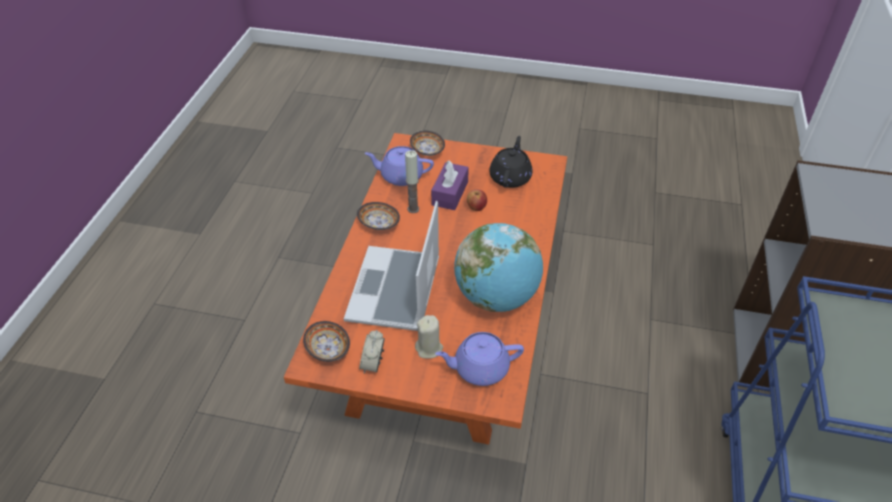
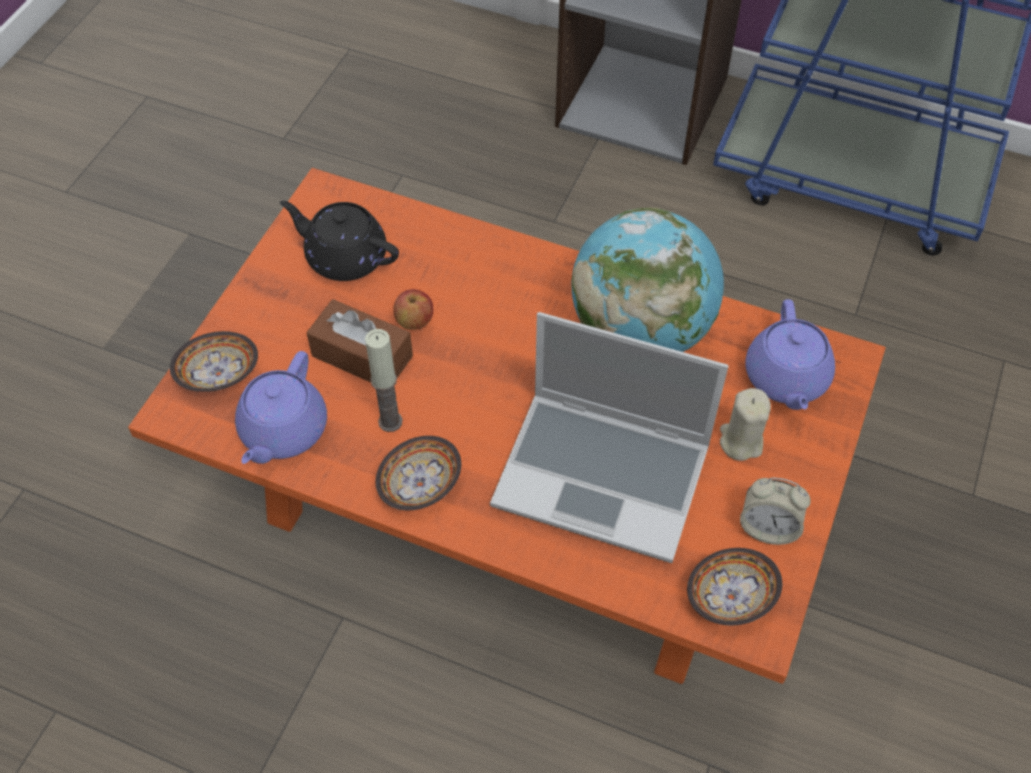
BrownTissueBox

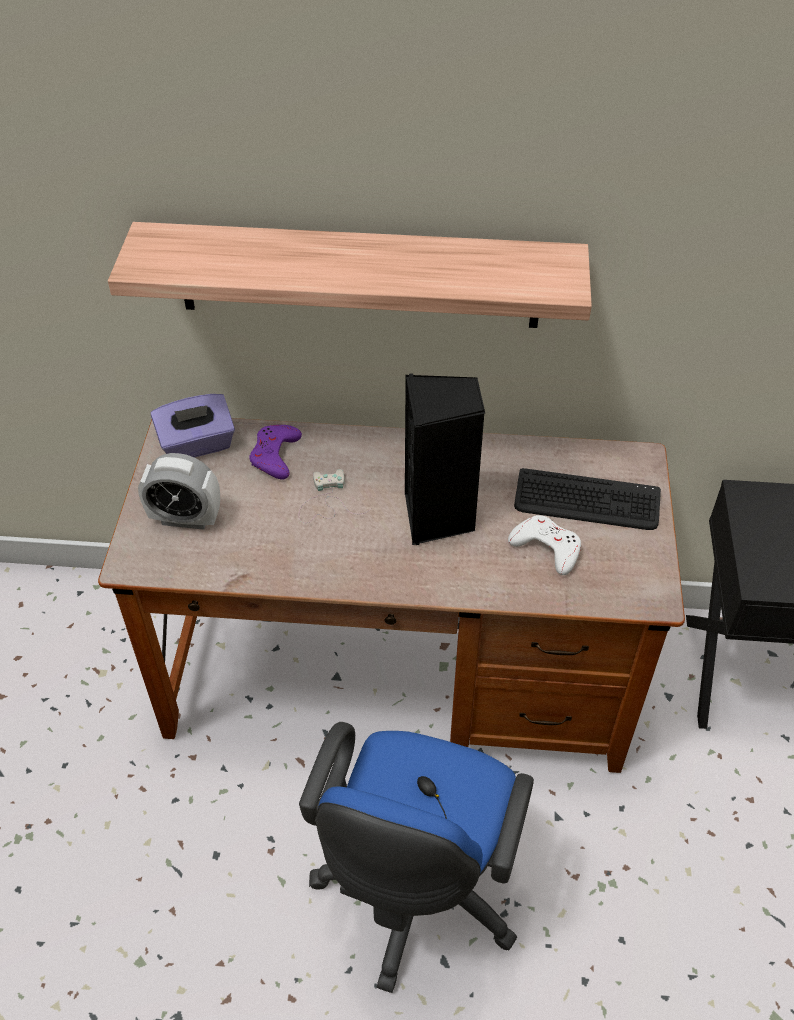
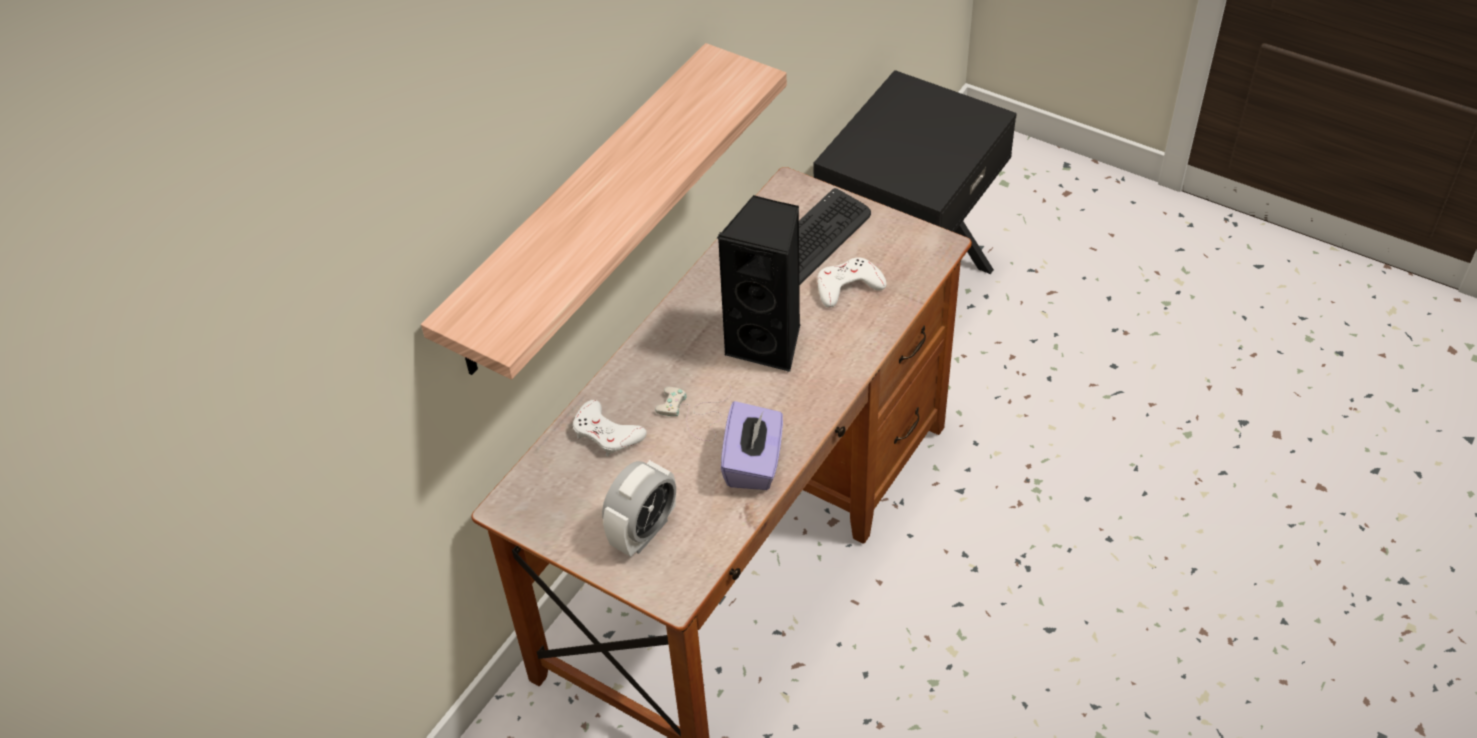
PurpleTissueBox
WhiteGameController (no. 1 from left)
BlueOfficeChair

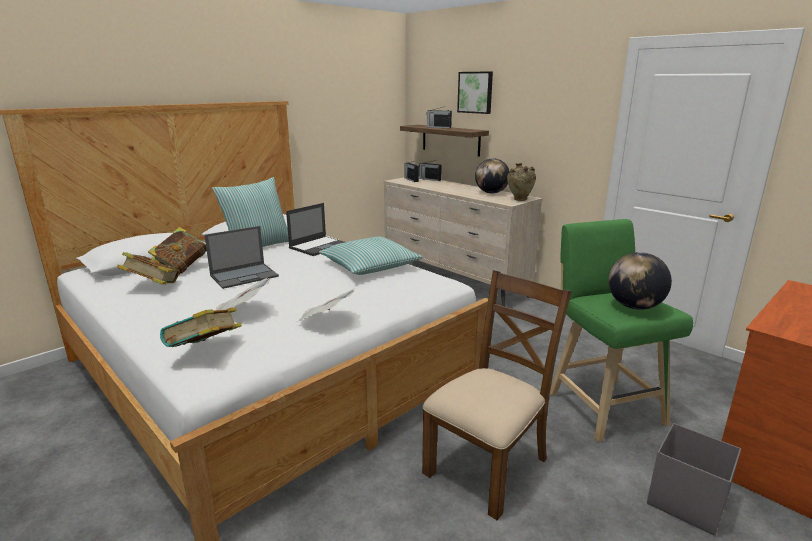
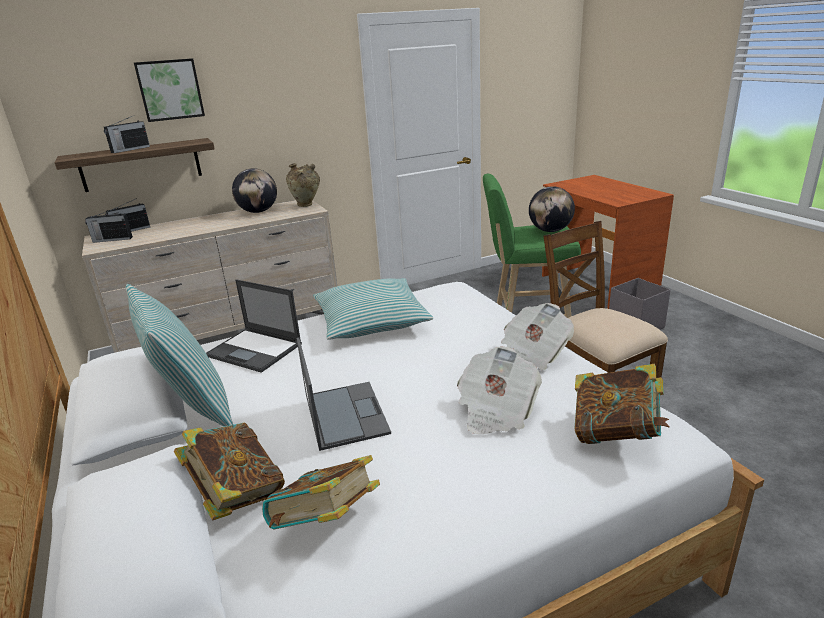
Laptop (no. 1 from left)

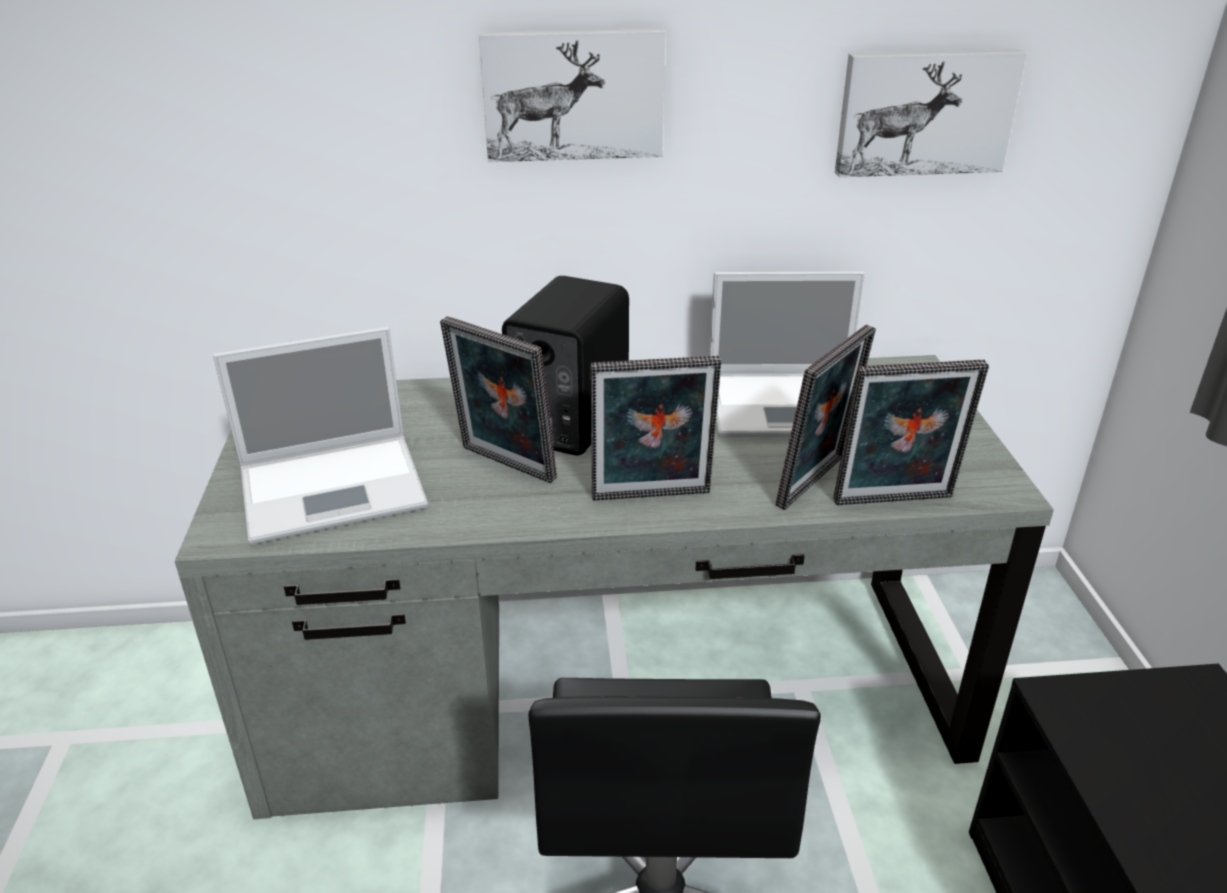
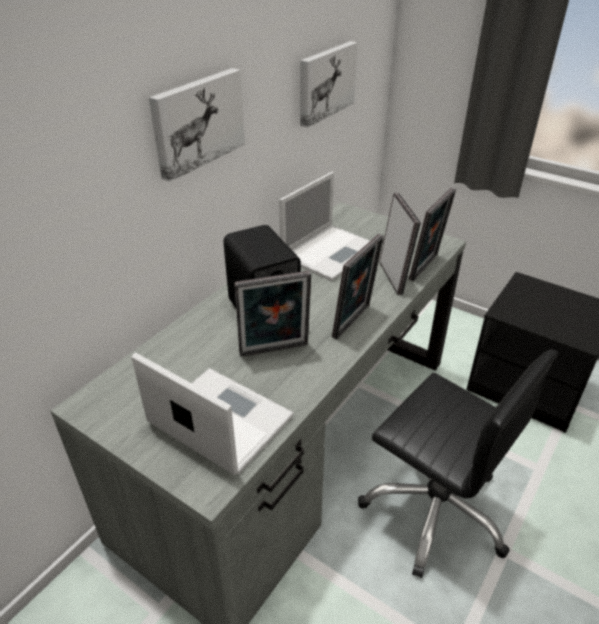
Laptop (no. 1 from left)

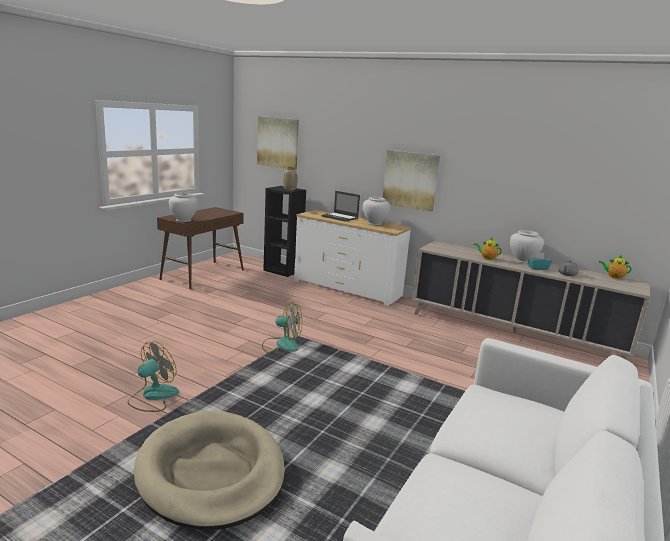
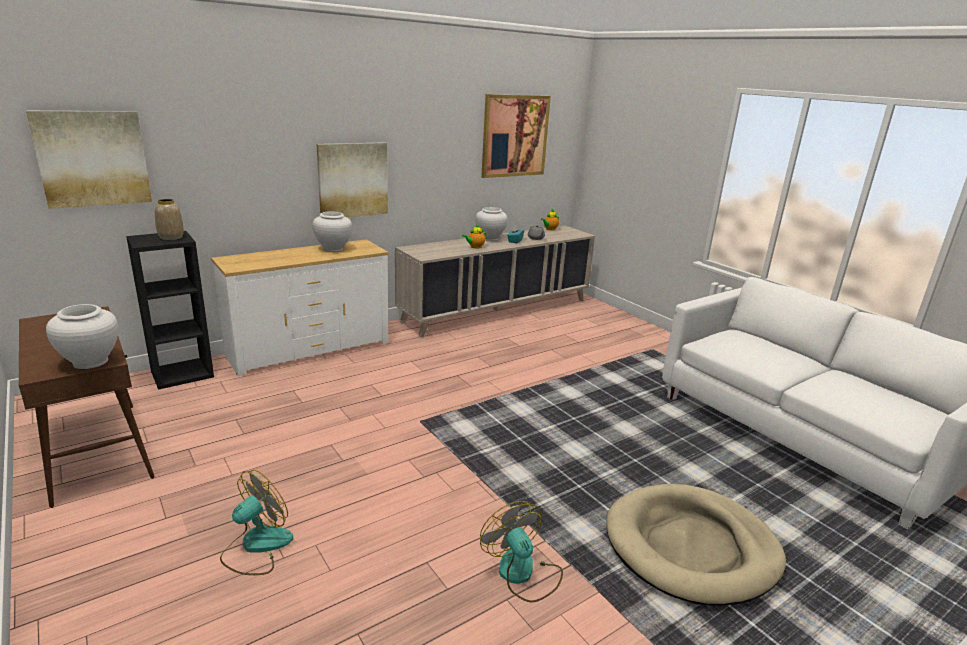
Fan (no. 1 from left)
Laptop
Picture (no. 3 from left)

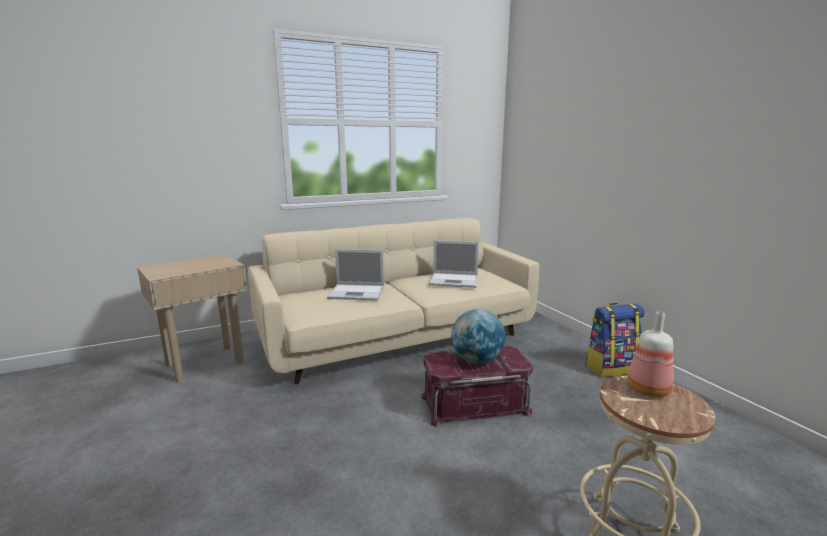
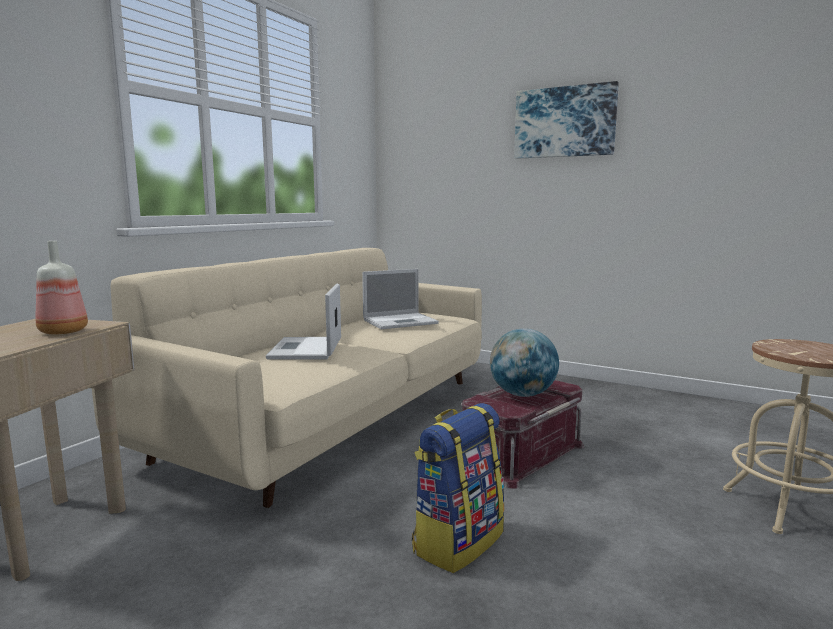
Laptop (no. 1 from left)
Backpack
Bottle
Picture

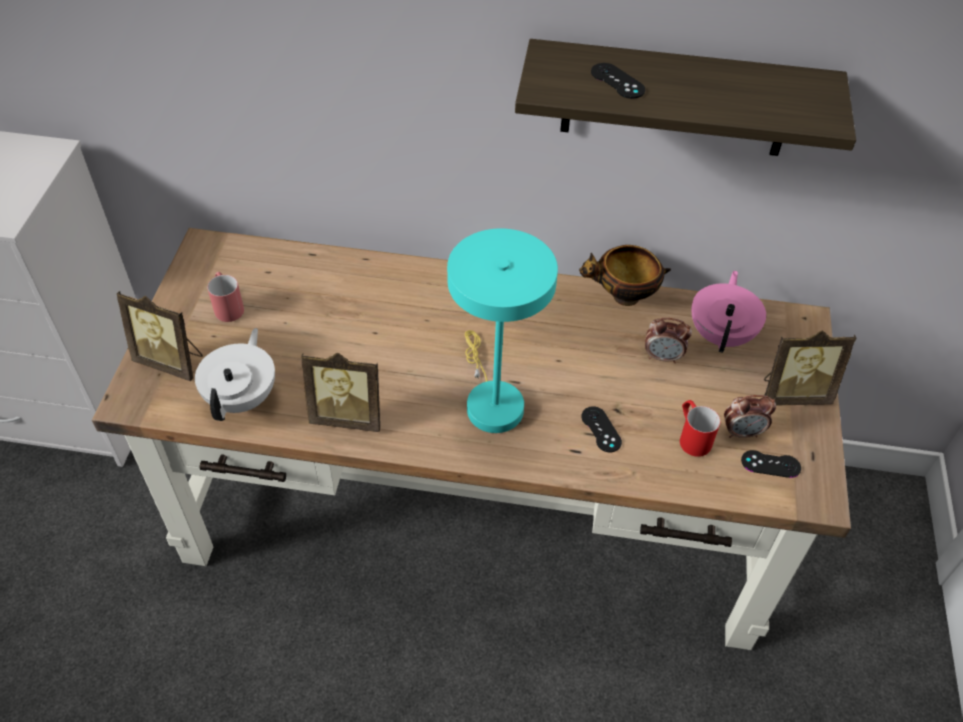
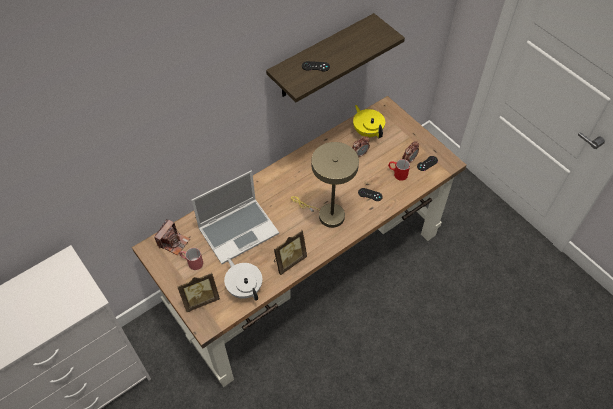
BeigeTableLamp
Bowl
YellowTeapot
PictureFrame (no. 3 from left in the first image)
PhotoCamera
Laptop

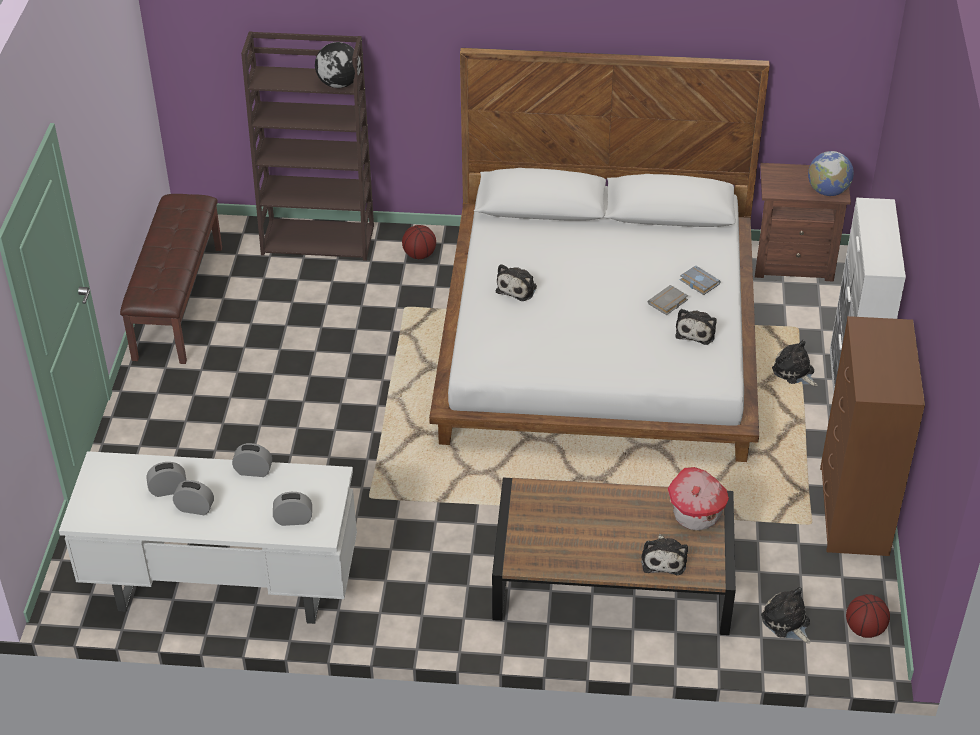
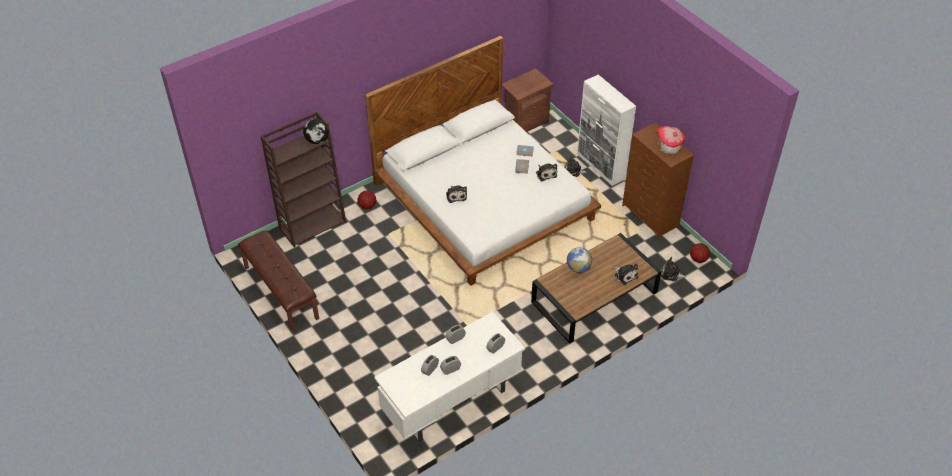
ToyHouse
Globe (no. 2 from left)

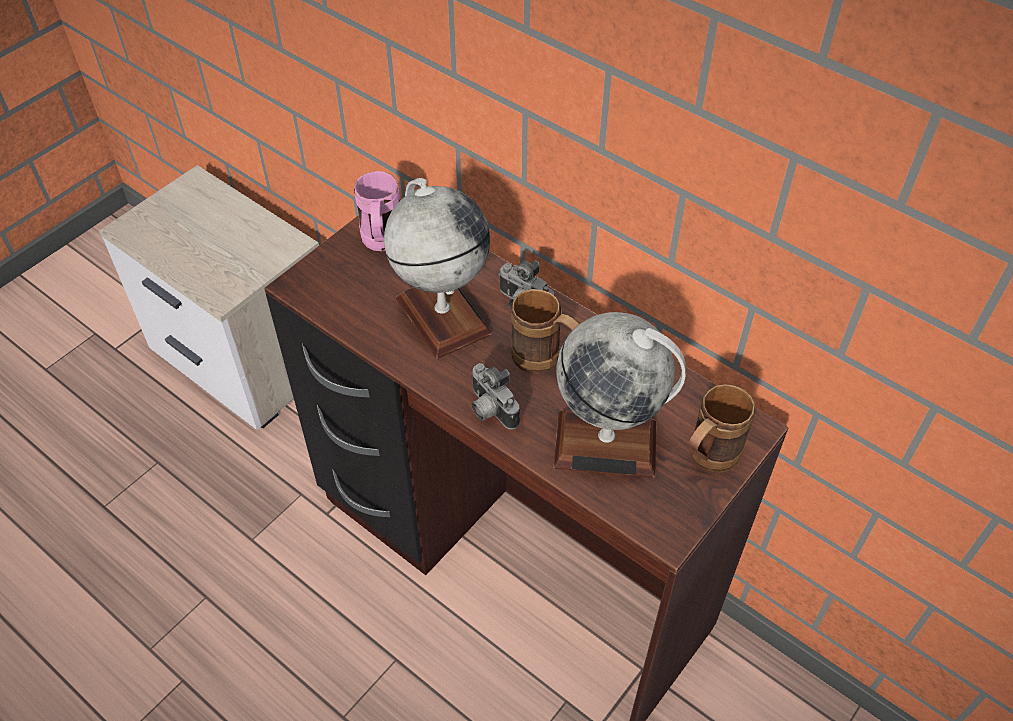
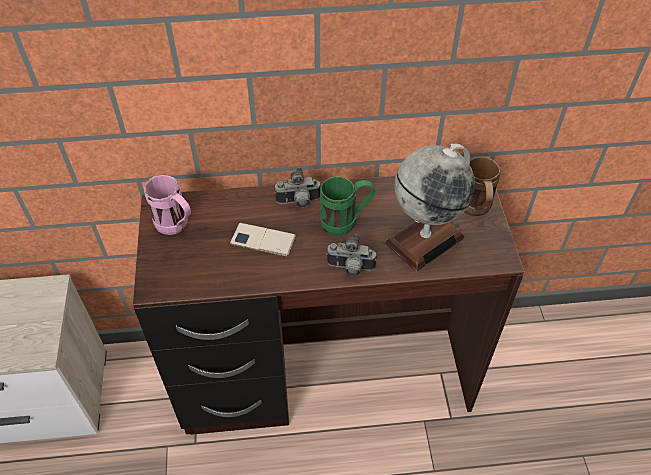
Phone
GreenMug

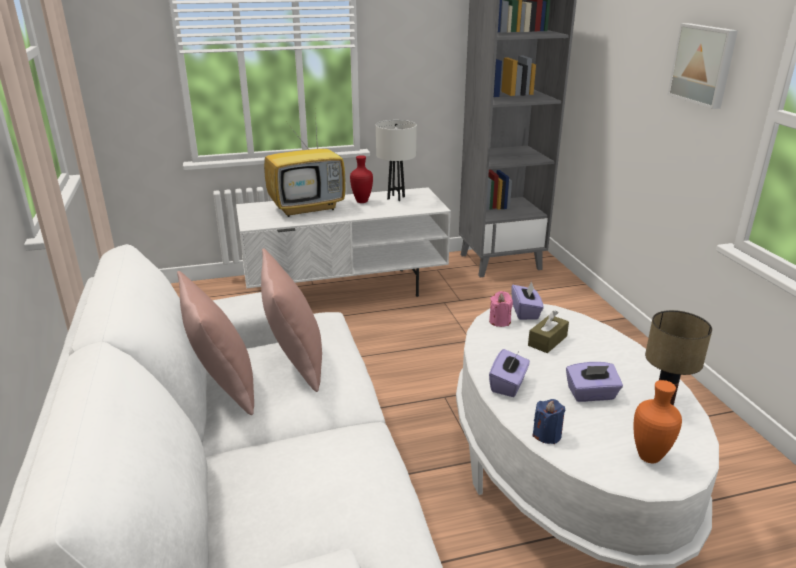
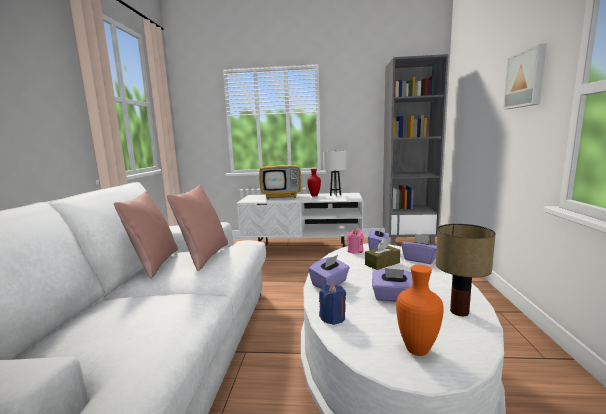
PurpleTissueBox (no. 4 from left)

